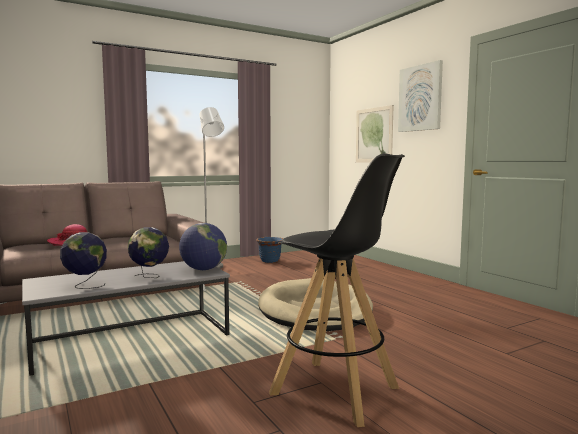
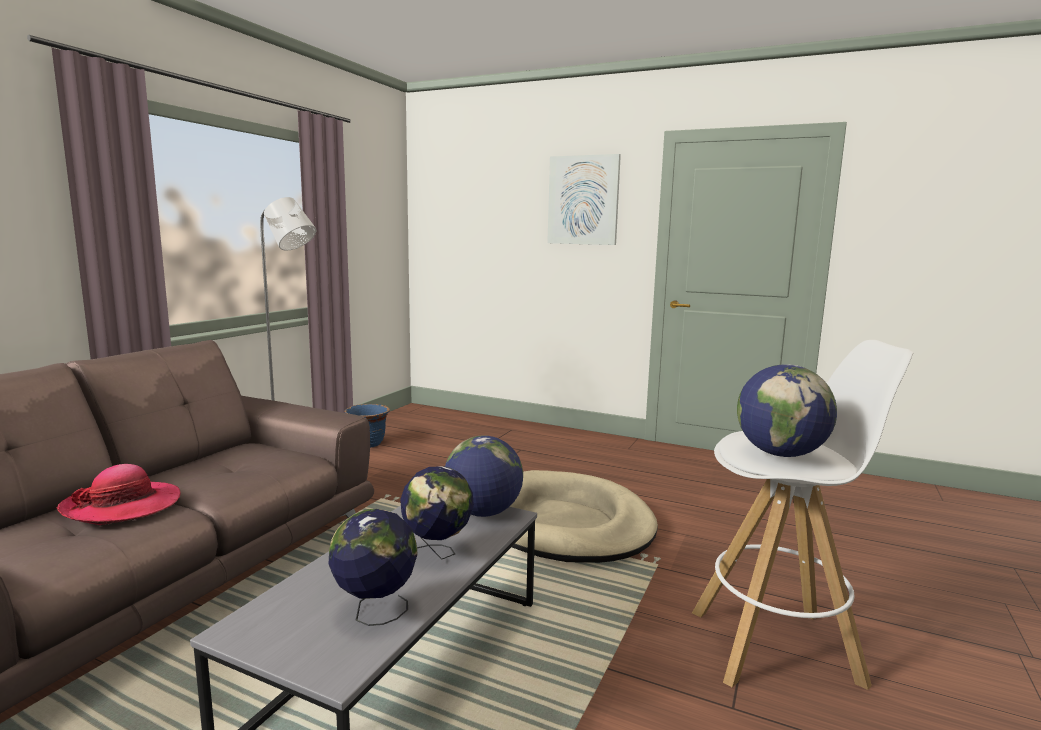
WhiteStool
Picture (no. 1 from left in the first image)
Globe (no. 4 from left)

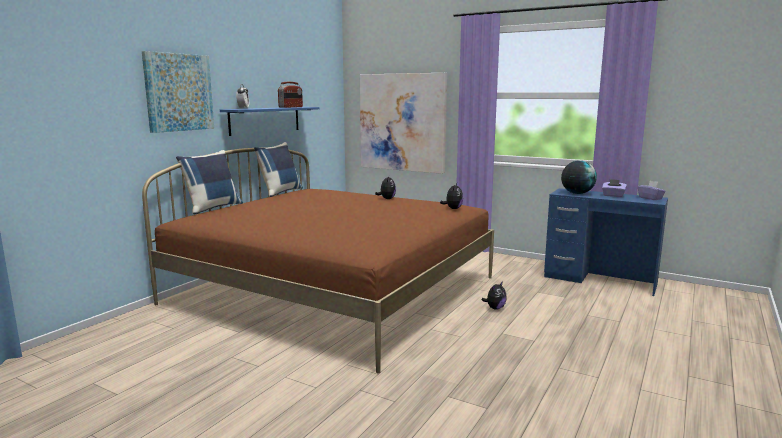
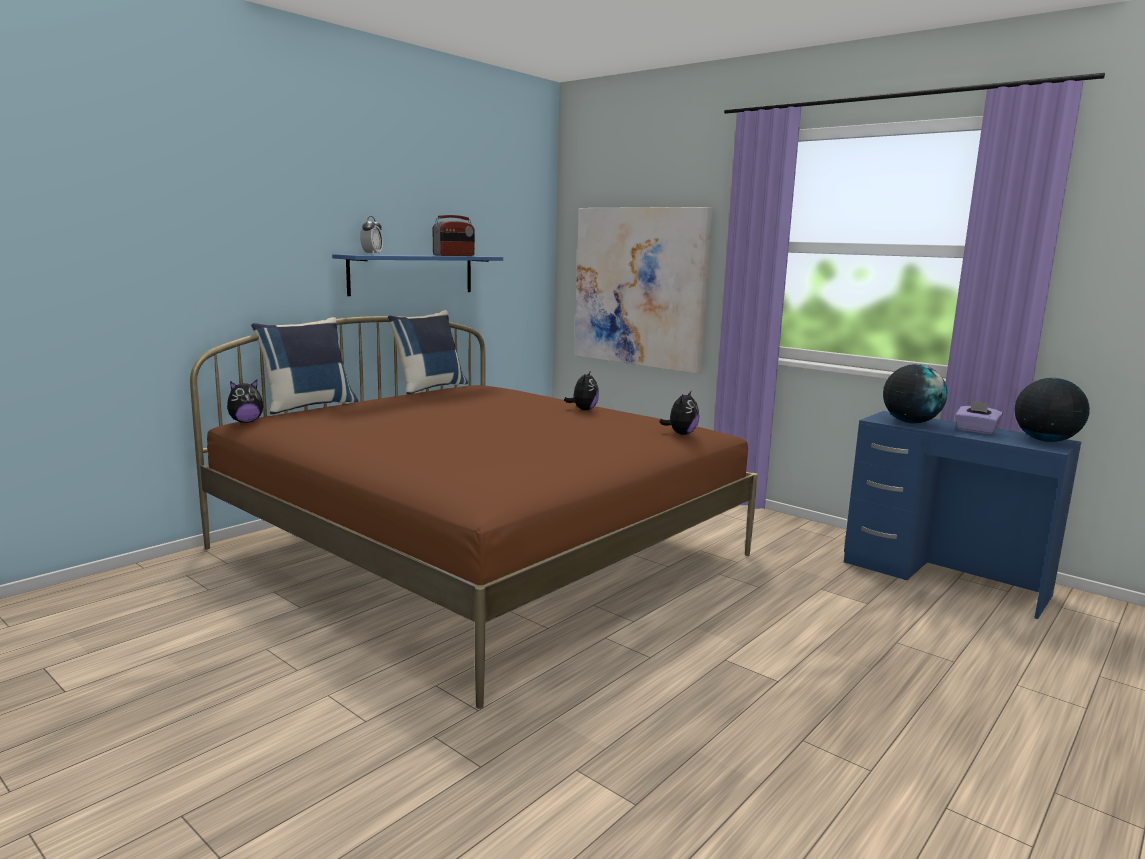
Picture (no. 1 from left in the first image)
PlushToy (no. 1 from left)
Globe (no. 2 from left)

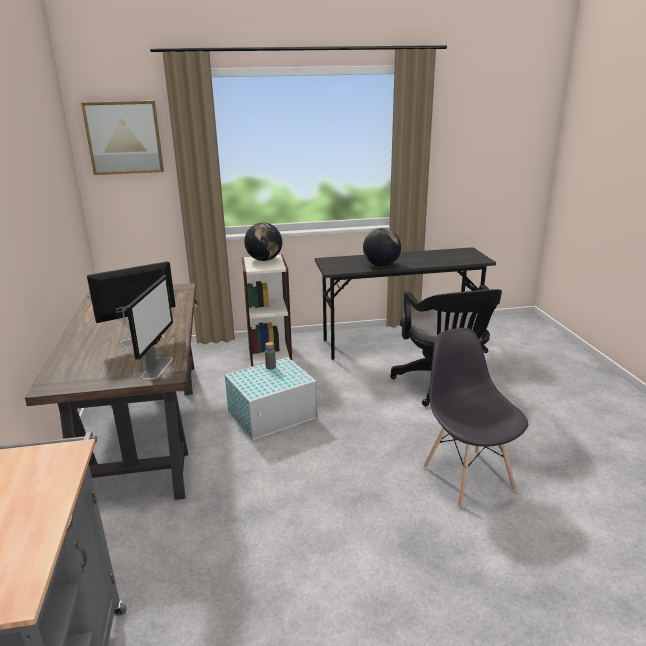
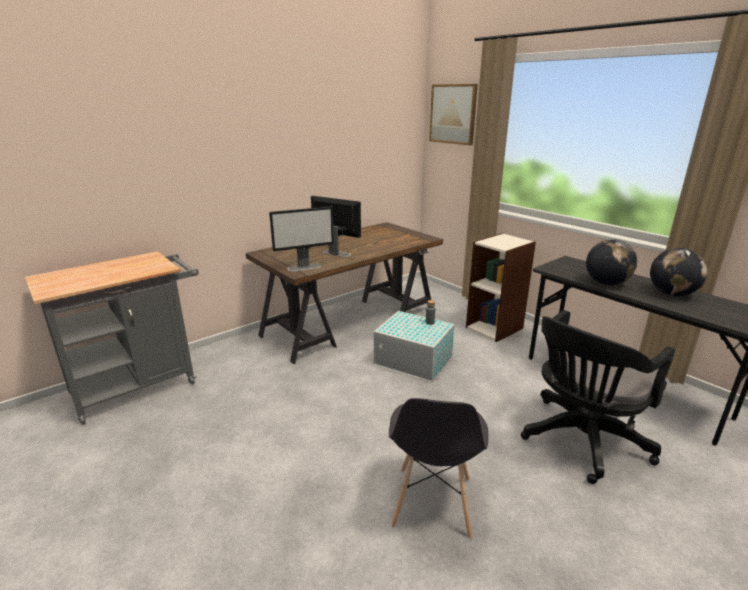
Globe (no. 2 from left)
GreyChair

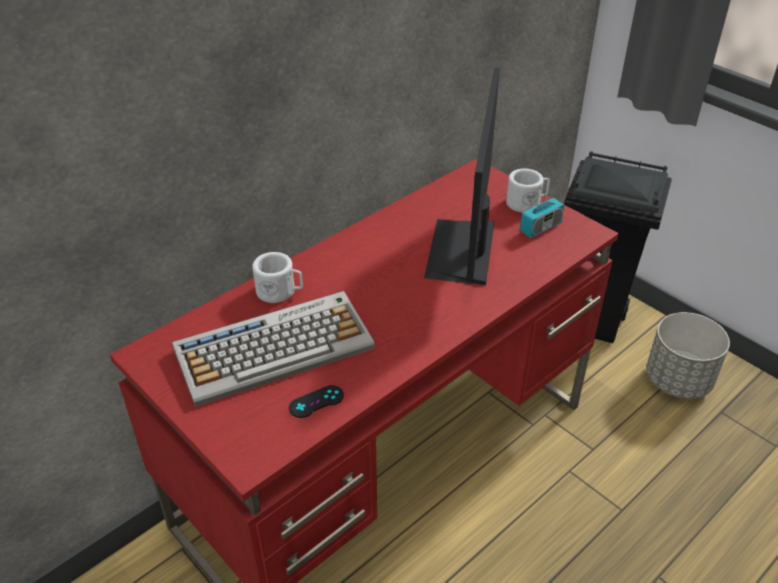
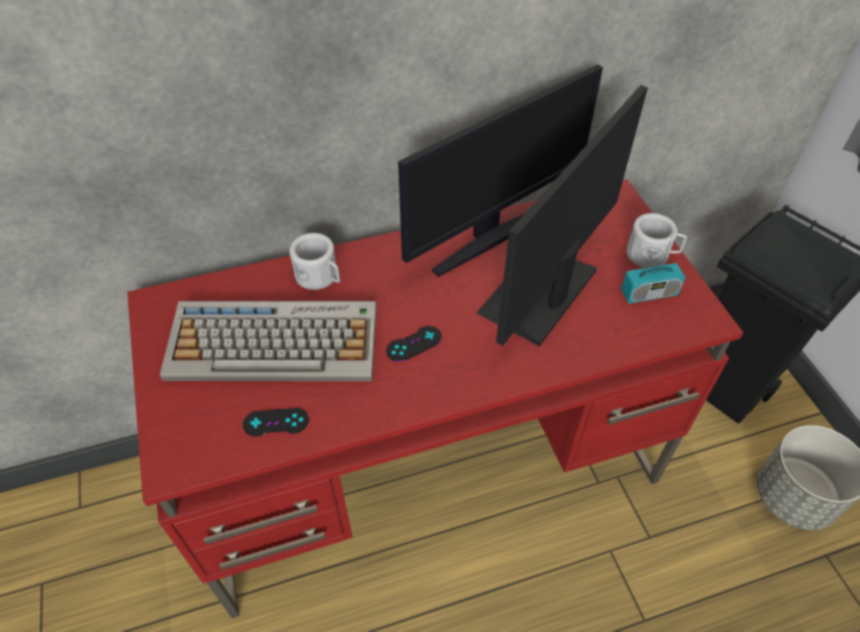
BlackGameController (no. 2 from left)
Monitor (no. 1 from left)

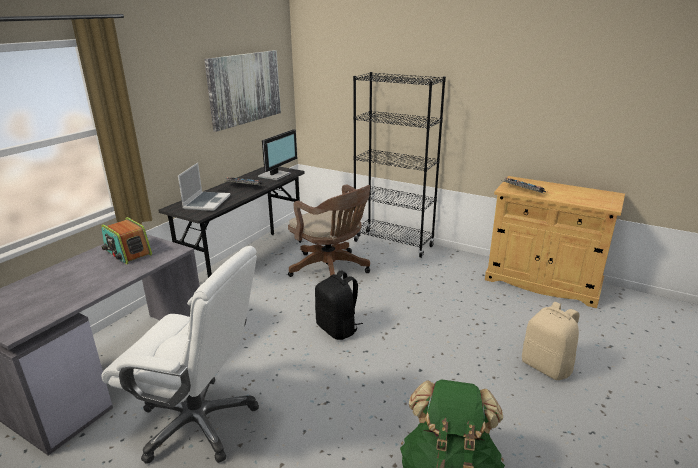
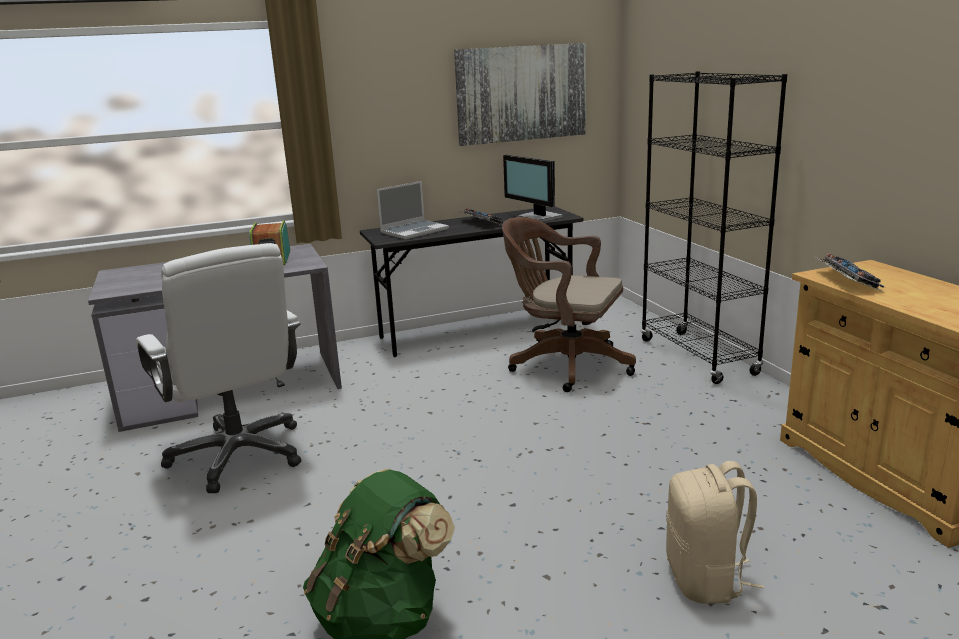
Monitor
BrownOfficeChair
BlackBackpack

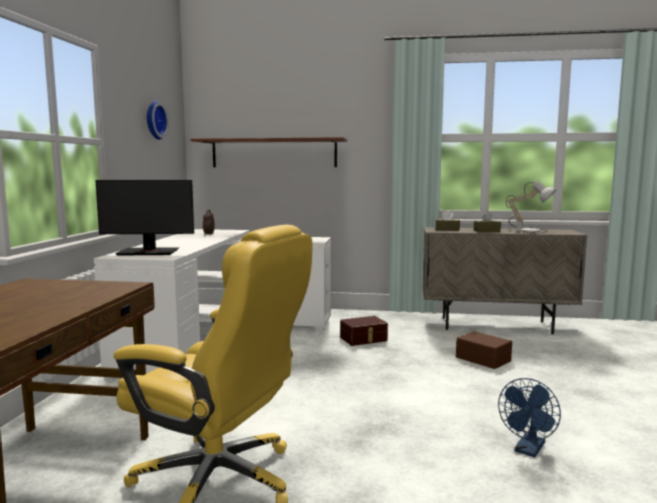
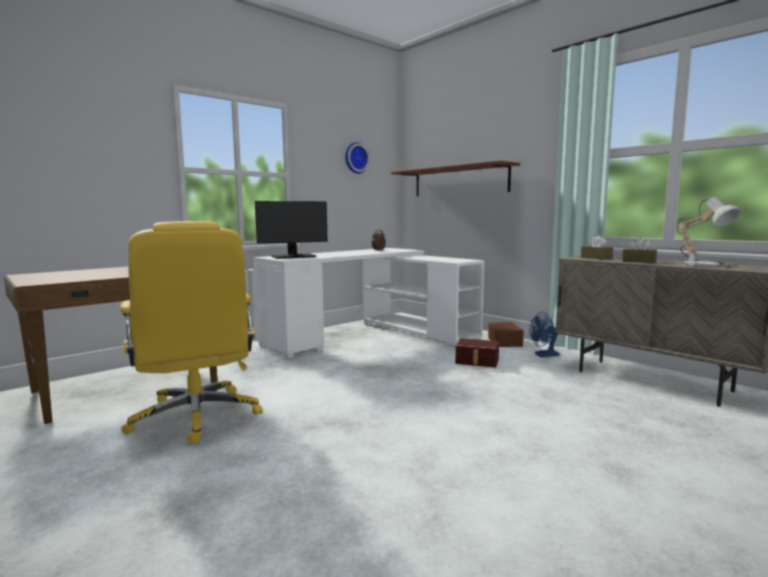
Monitor
BrownStorageBox (no. 2 from left)
BlueFan

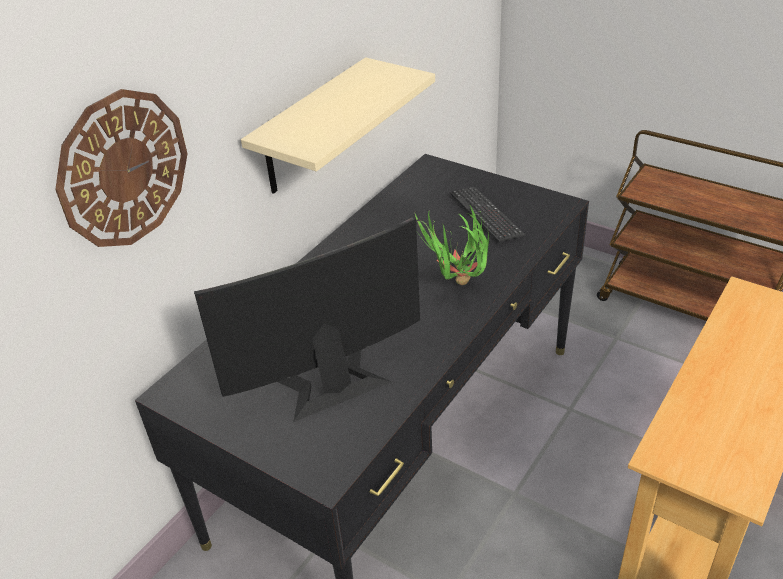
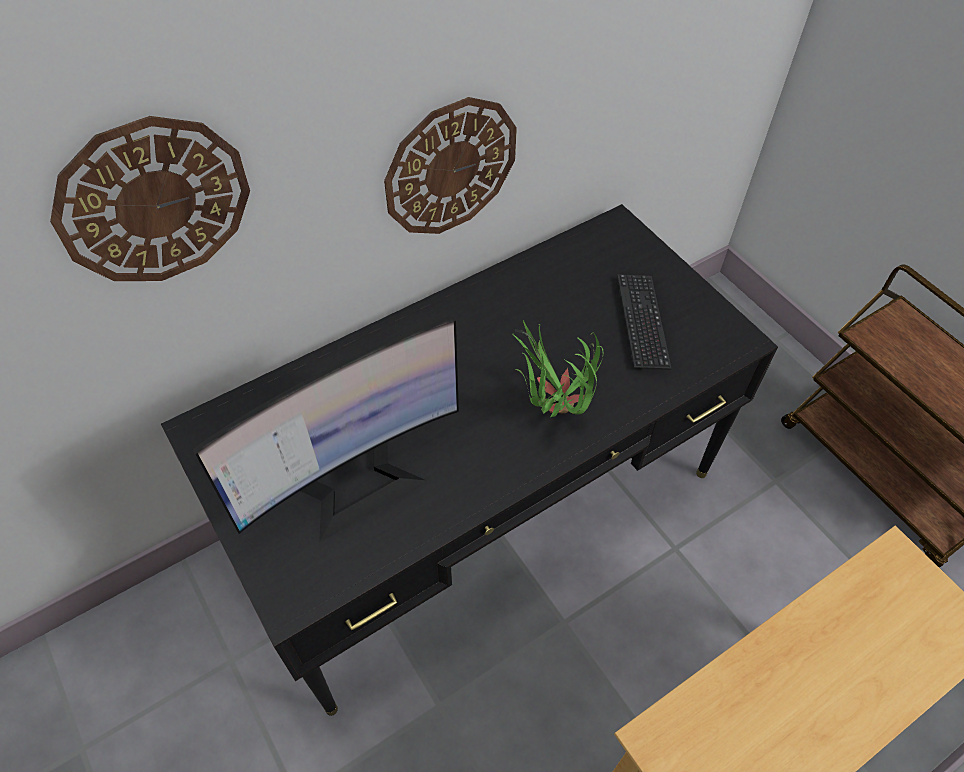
Monitor
WallClock (no. 2 from left)

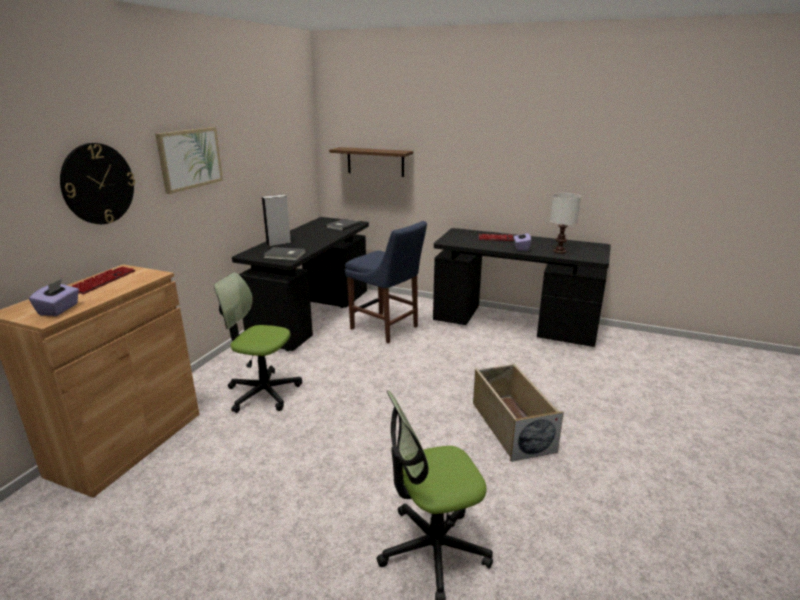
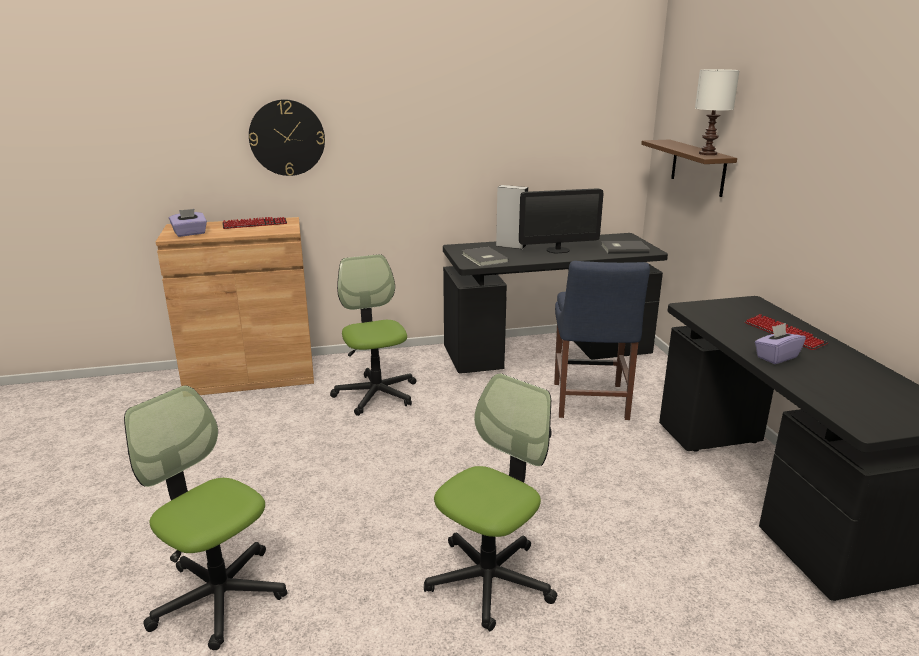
Picture
OfficeChair (no. 3 from left)
WhiteTableLamp
Monitor

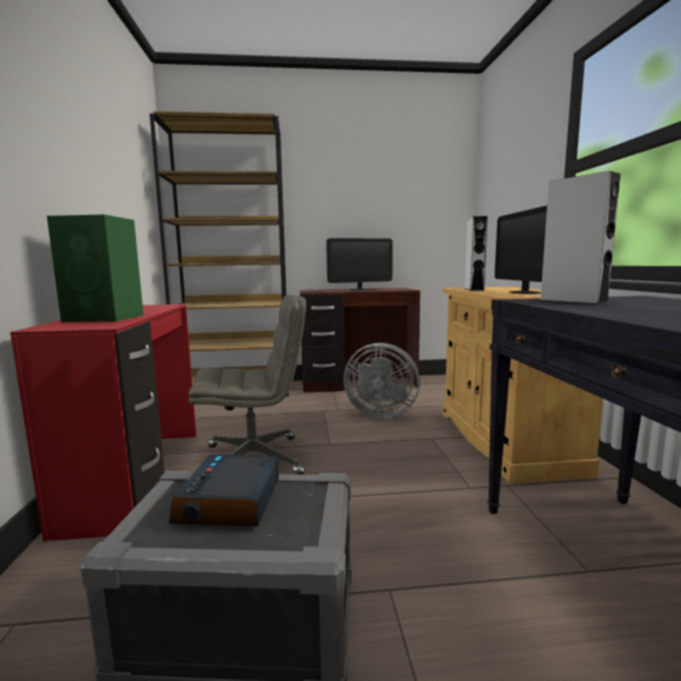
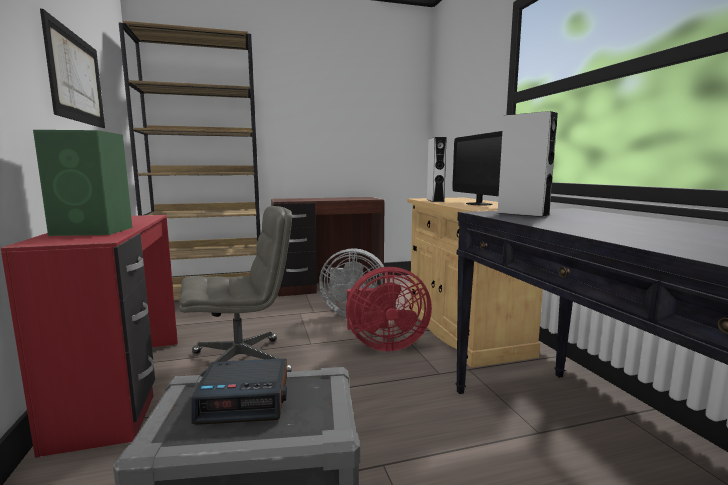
AlarmClock
Monitor (no. 1 from left in the first image)
Picture
RedFan

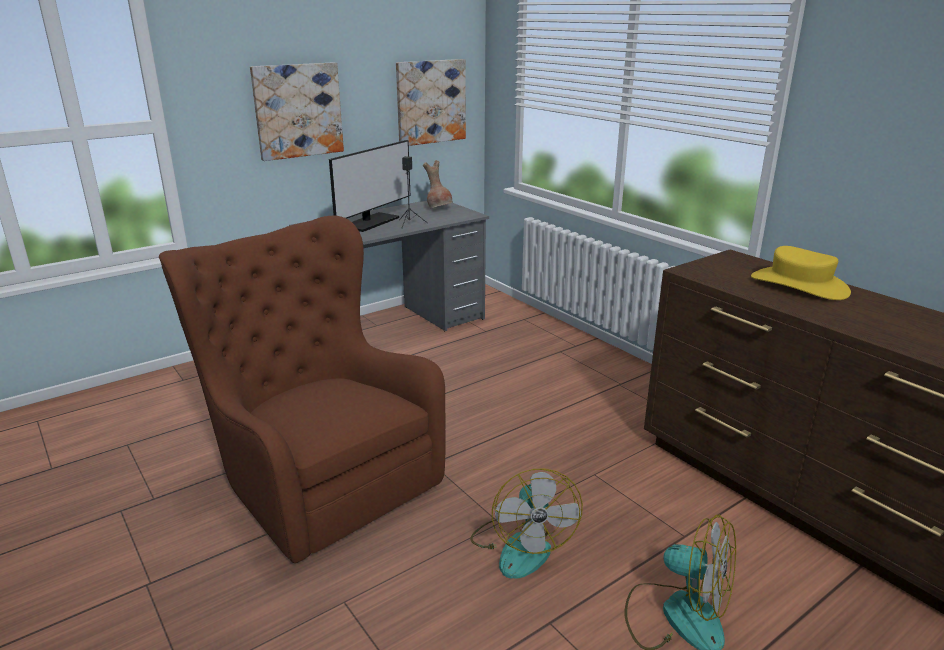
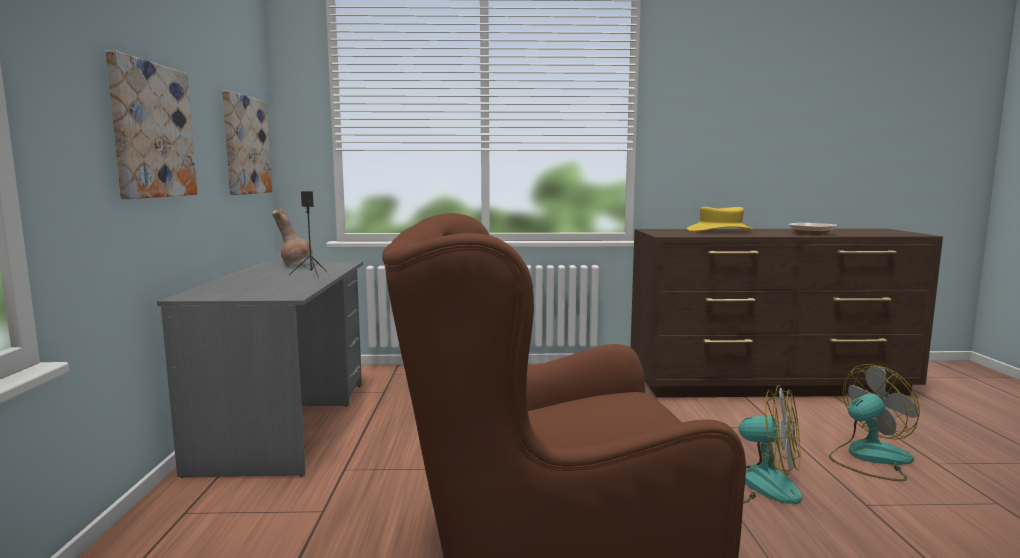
Monitor
Bowl

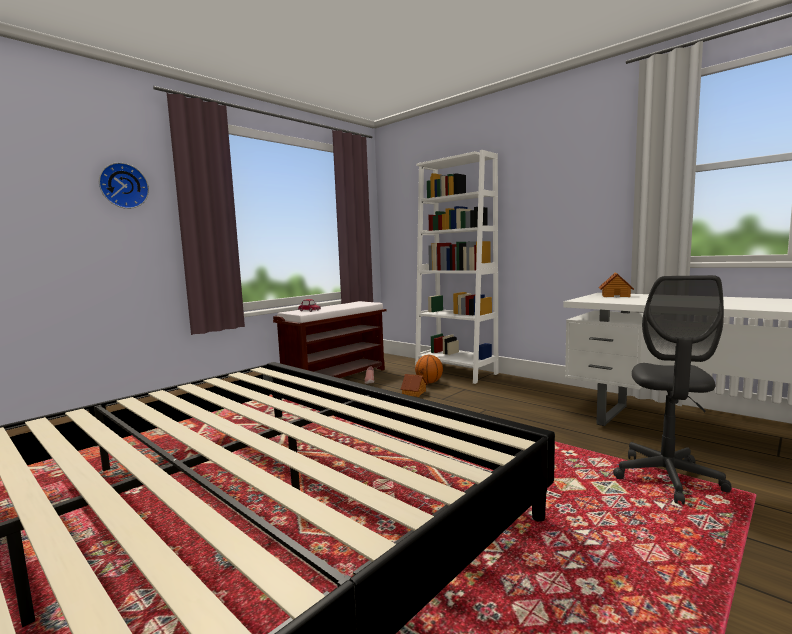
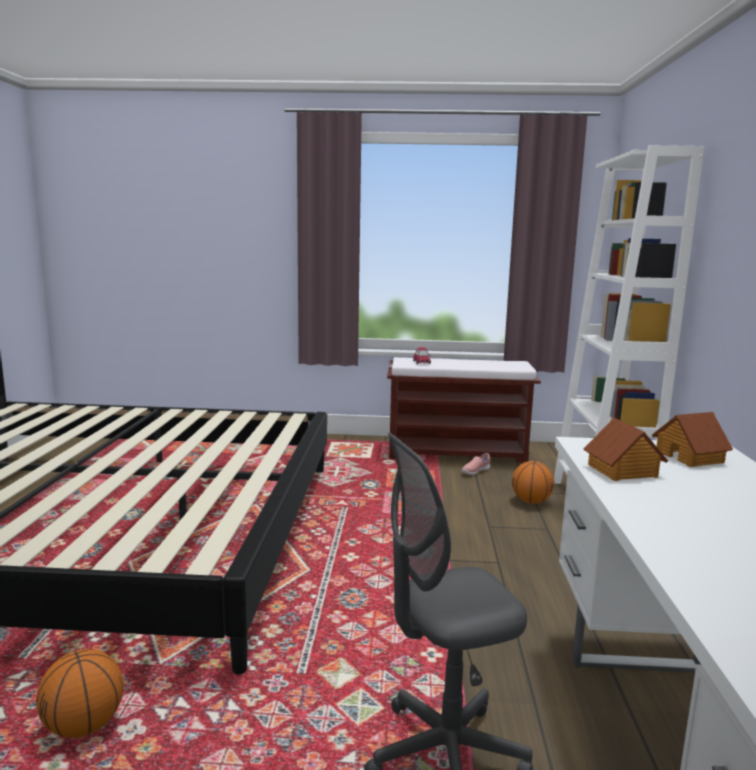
WallClock
ToyHouse (no. 1 from left)
Basketball (no. 1 from left)

